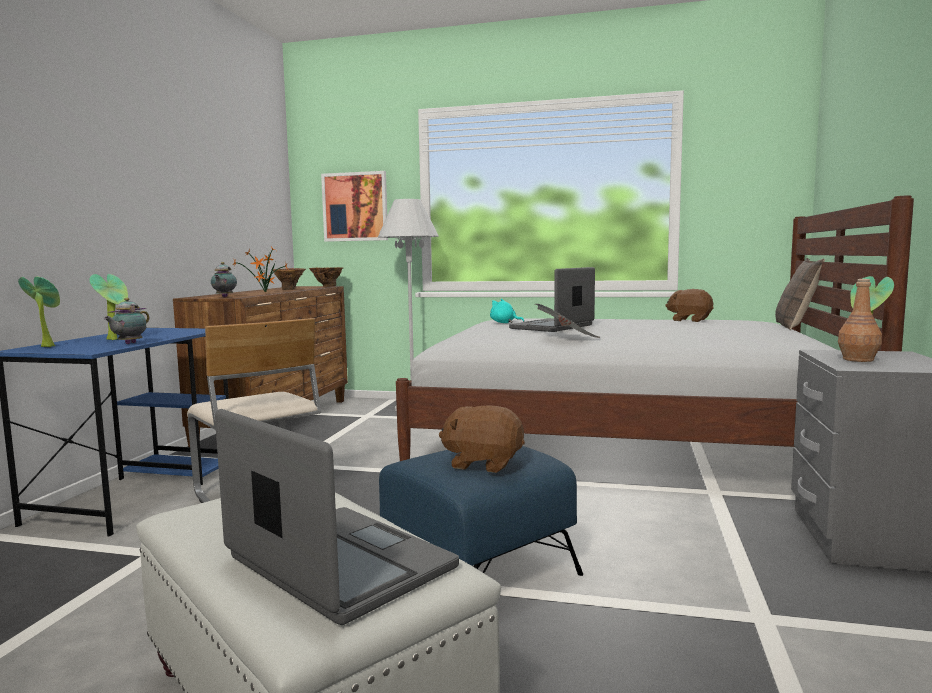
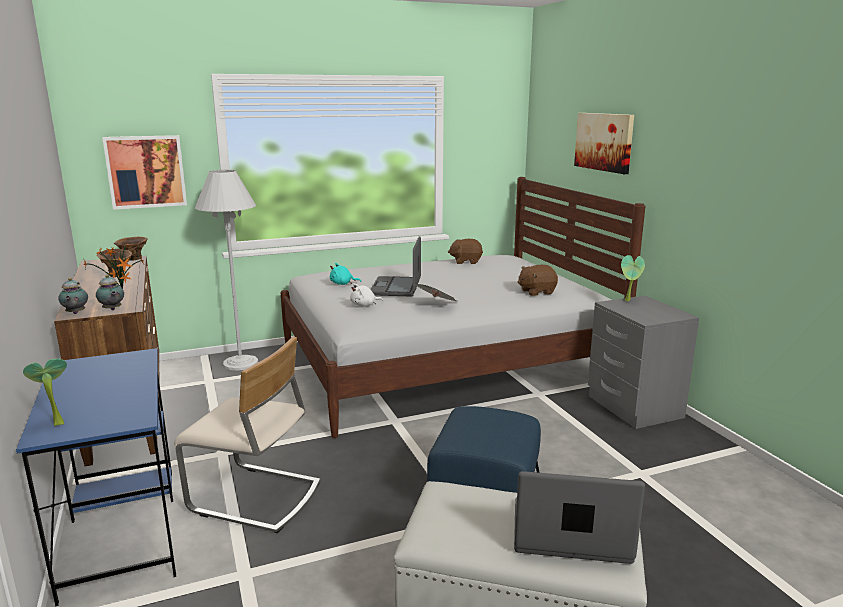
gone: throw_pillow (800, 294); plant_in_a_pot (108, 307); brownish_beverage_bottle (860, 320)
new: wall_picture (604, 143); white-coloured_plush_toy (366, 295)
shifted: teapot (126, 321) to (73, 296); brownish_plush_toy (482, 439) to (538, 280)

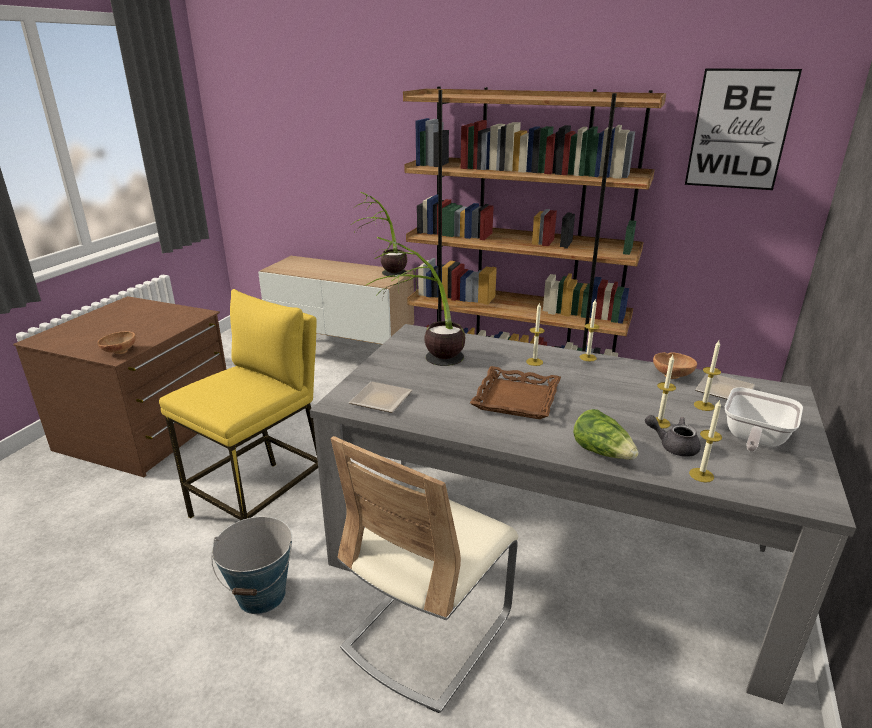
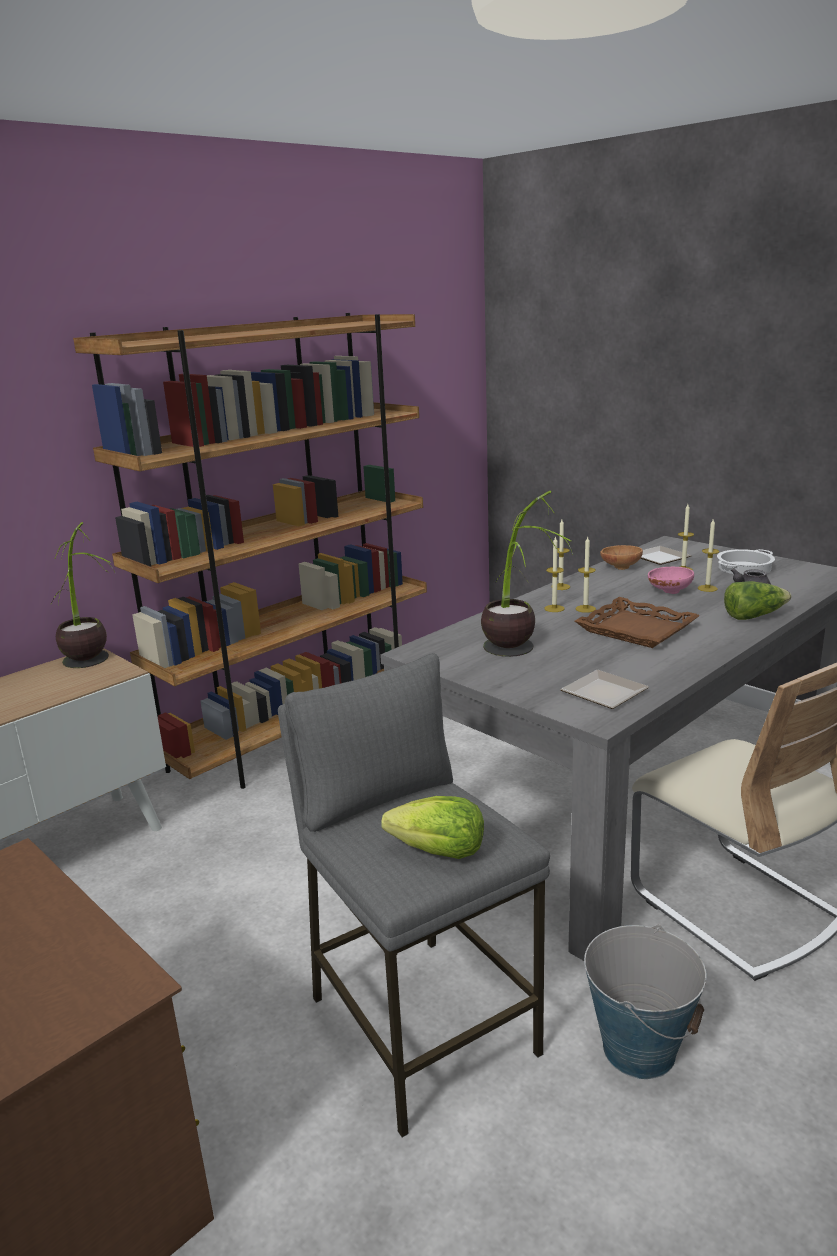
gone: wall_picture (743, 129); brownish_bowl (117, 342)
new: pinkish_bowl (671, 580); lettuce_head (432, 827)
shifted: candle (705, 441) to (586, 575)
swapped: frying_pan (764, 419) to cooking_pot (746, 562)
repainted: yellow_stool (238, 404) to grey_stool (414, 895)

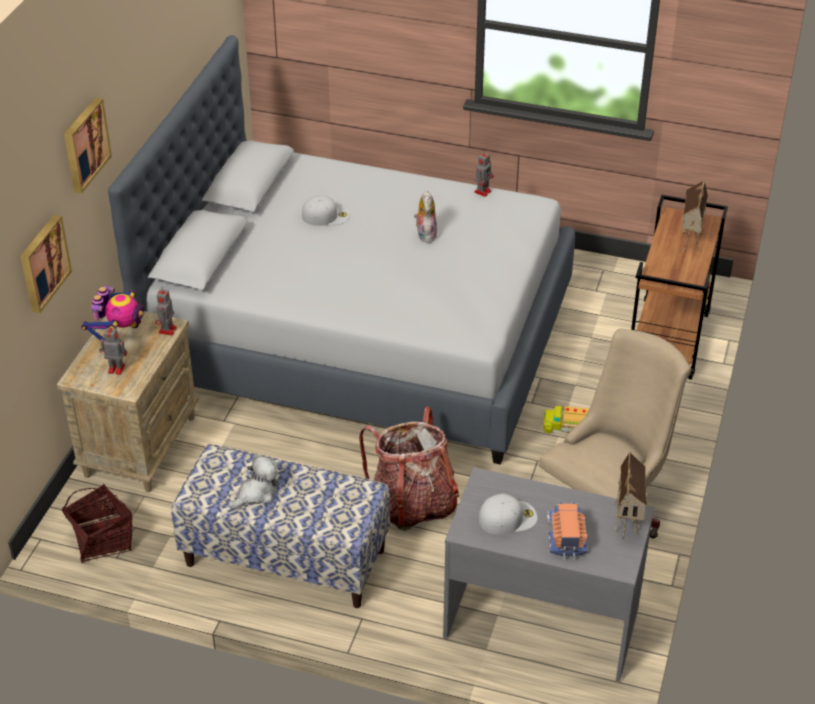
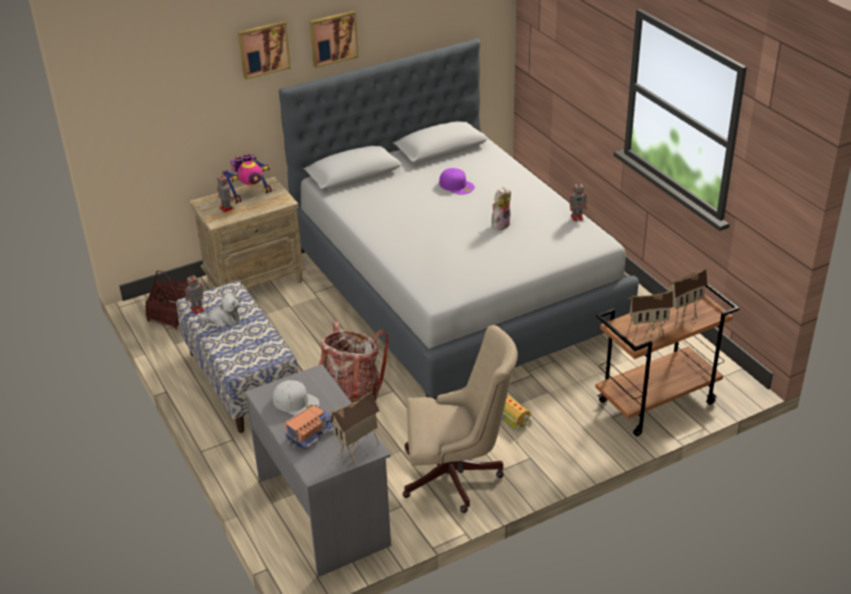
new: model_house (649, 317)
shifted: wall_picture (46, 264) to (334, 39); model_robot (166, 311) to (195, 293)
repainted: white-coloured_cap (326, 210) to purple_cap (457, 181)

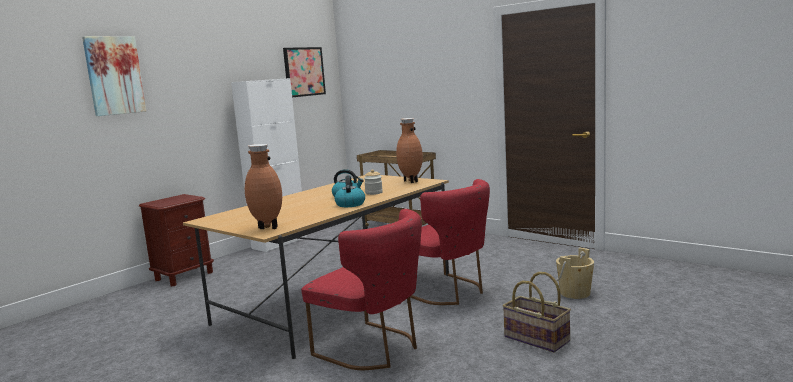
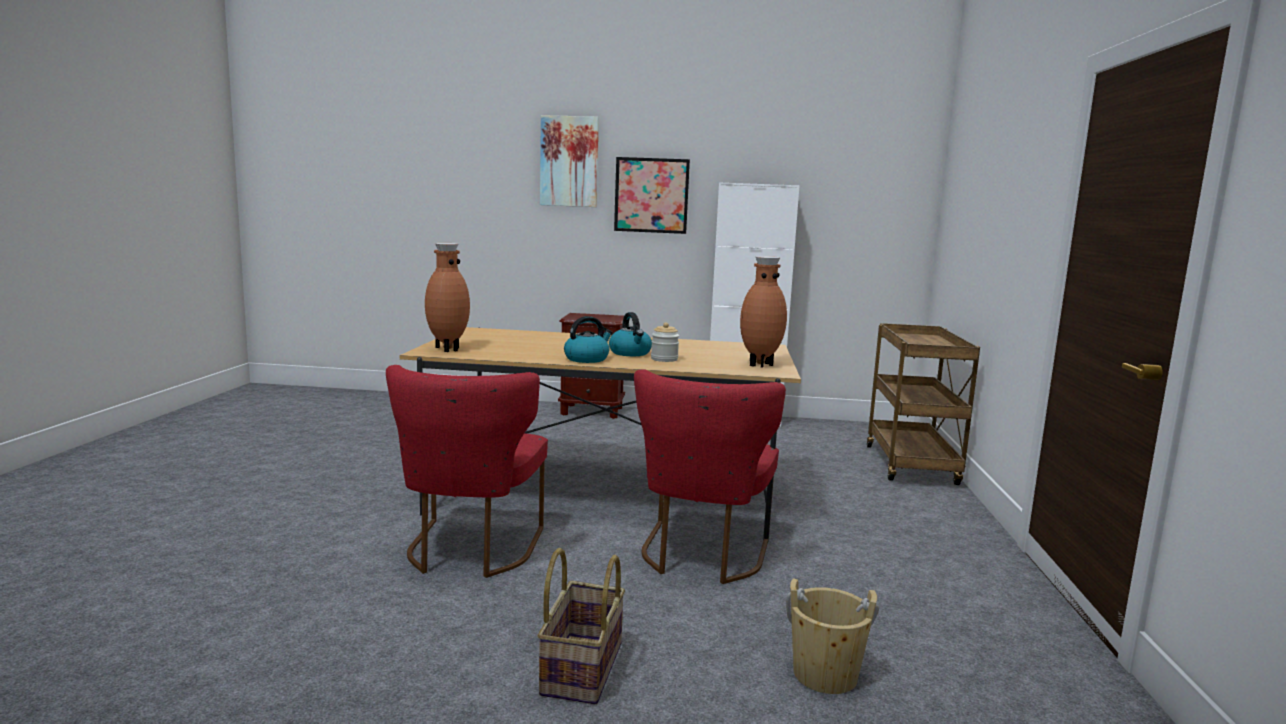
shifted: wall_picture (304, 72) to (652, 195)

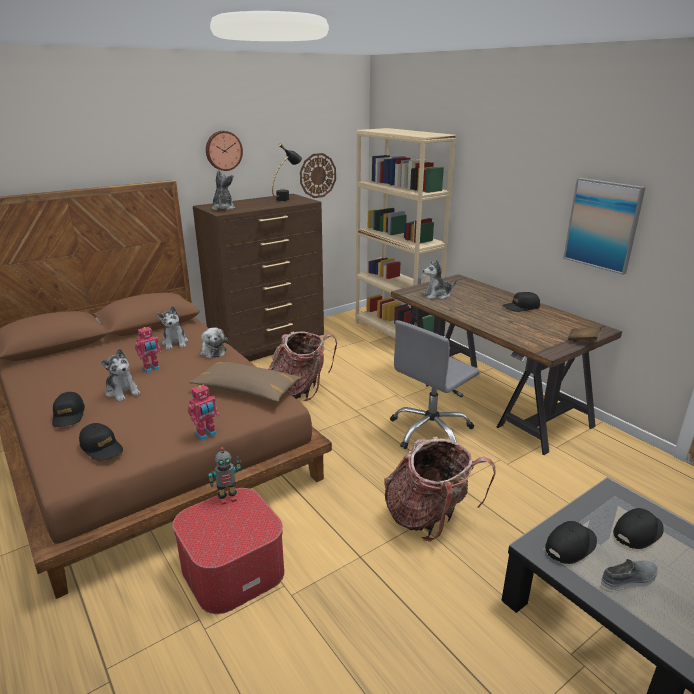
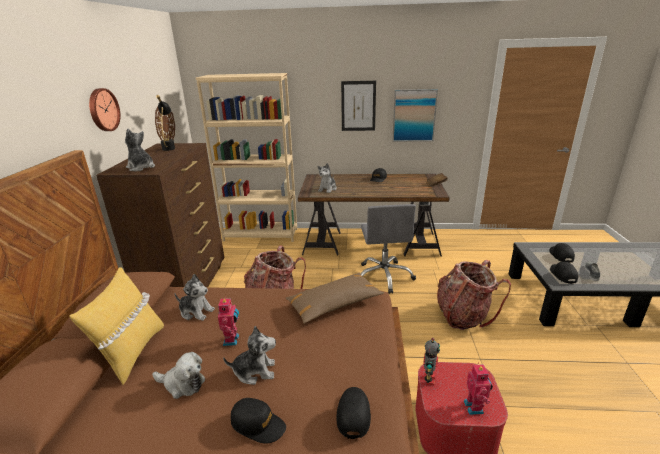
new: wall_picture (358, 106); yellow_throw_pillow (116, 326)
shifted: plush_toy (214, 343) to (178, 375); model_robot (204, 412) to (478, 388)
rotated: black_cap (101, 442) = (353, 413) 75 degrees counterclockwise

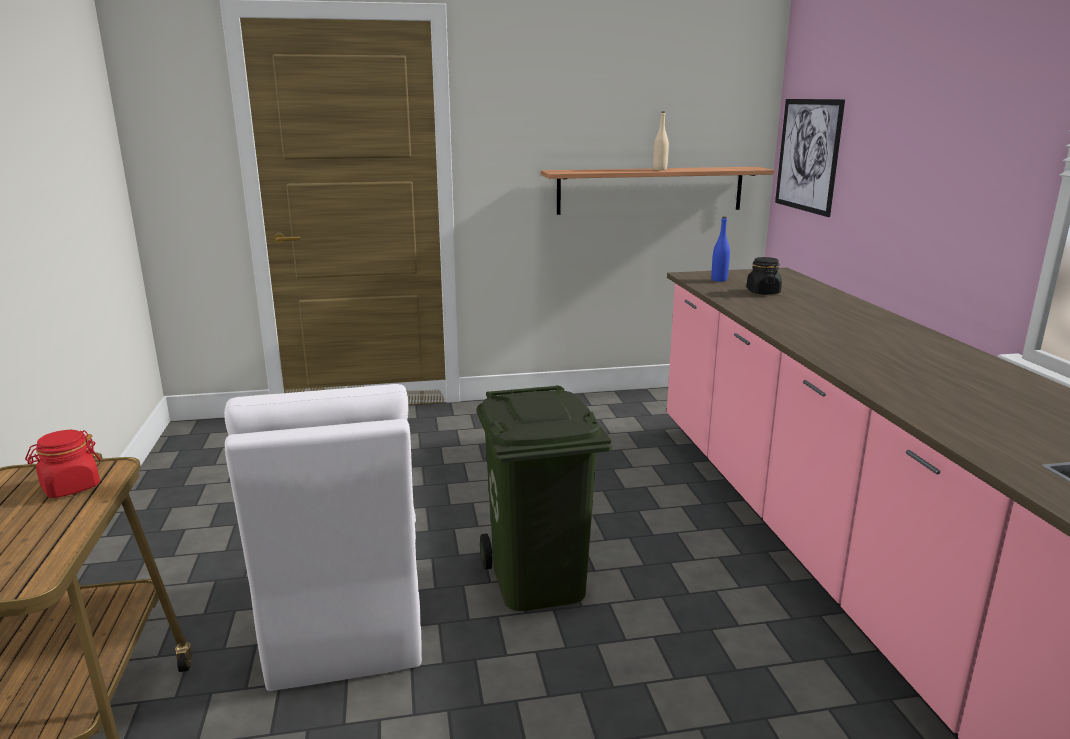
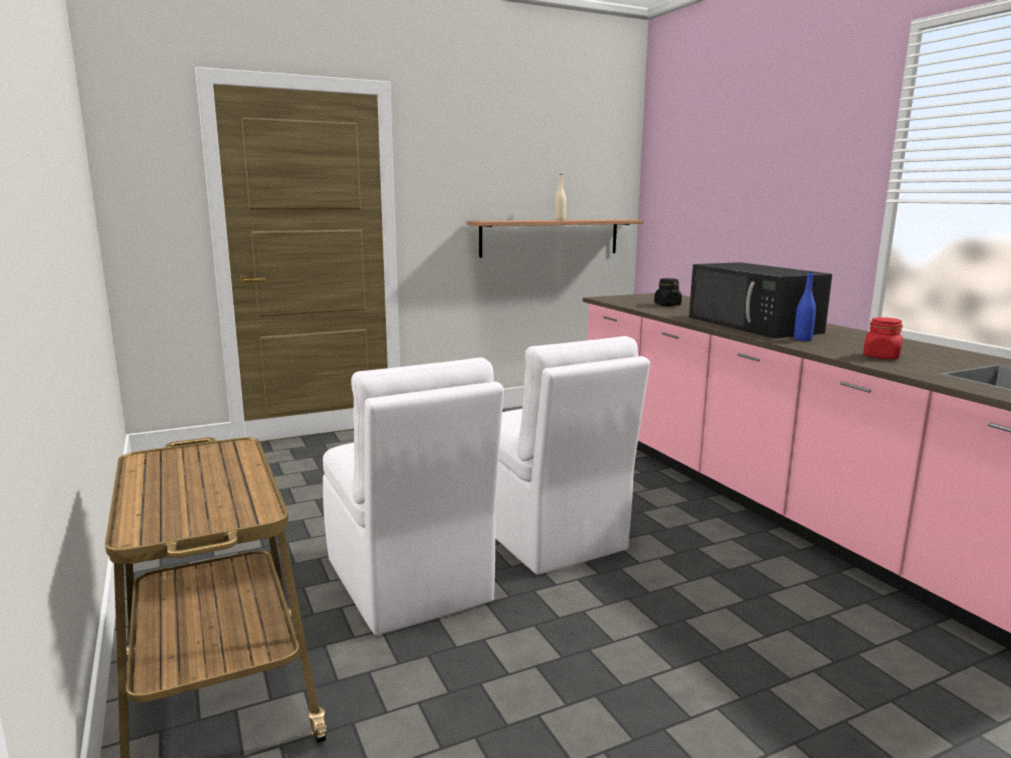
gone: wall_picture (810, 158)
new: black_microwave (760, 300)
shifted: blue_beverage_bottle (720, 249) to (805, 306); reddish_preserve_jar (63, 464) to (883, 338)
swapped: green-coloured_trash_can (544, 498) to white-coloured_chair (572, 455)

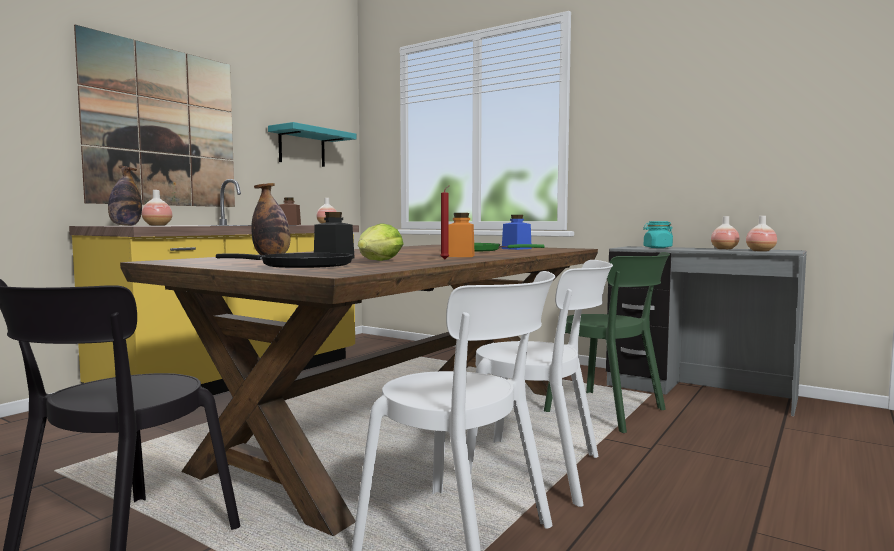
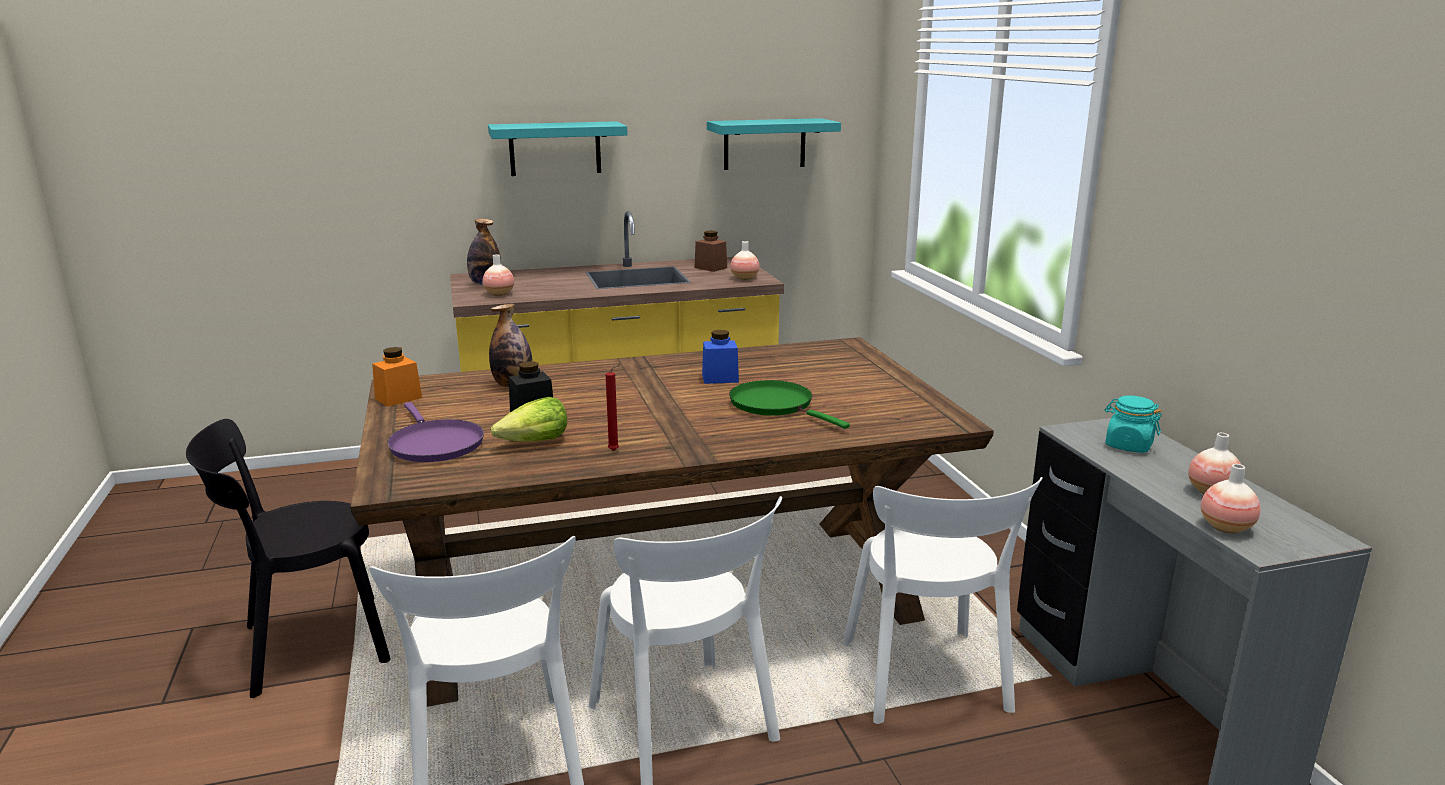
shifted: orangey_preserve_jar (461, 235) to (397, 377); blue_preserve_jar (517, 232) to (720, 357)
swapped: wall_picture (154, 116) to turquoise_wall_shelf (558, 148)
repainted: green-coloured_chair (607, 342) to white-coloured_chair (943, 600); black_frying_pan (284, 260) to purple_frying_pan (435, 432)

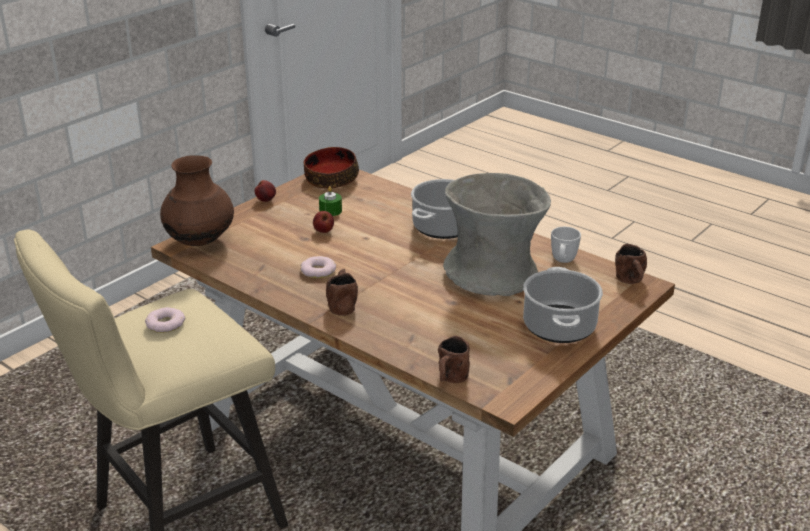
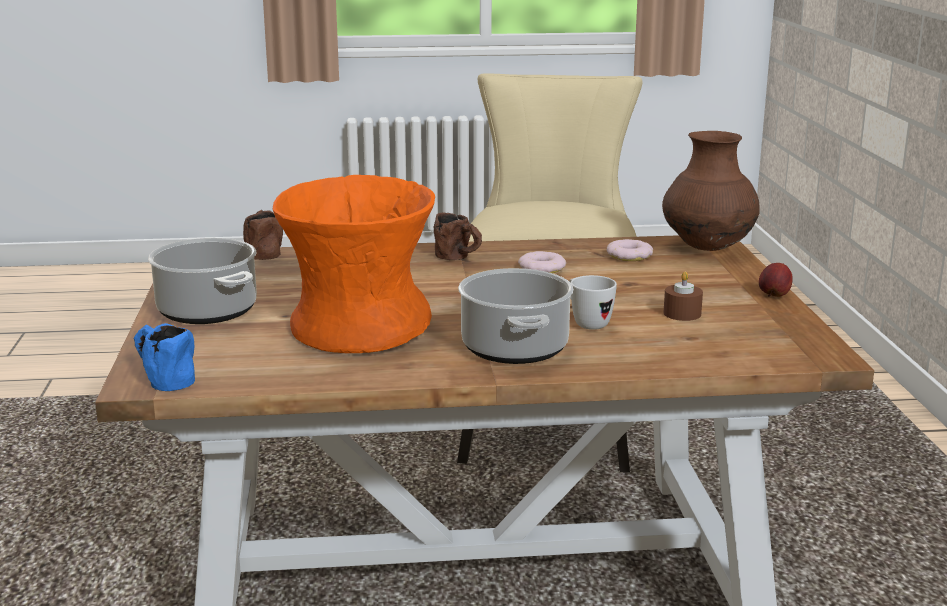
gone: bowl (331, 168); apple_fruit (323, 222)
shifted: white-coloured_mug (566, 245) to (593, 302); donut (165, 320) to (630, 250)
repainted: grey_vase (497, 234) to orangey_vase (354, 264); green-coloured_candle (330, 201) to brownish_candle (683, 296); brownish_mug (631, 264) to blue_mug (164, 357)

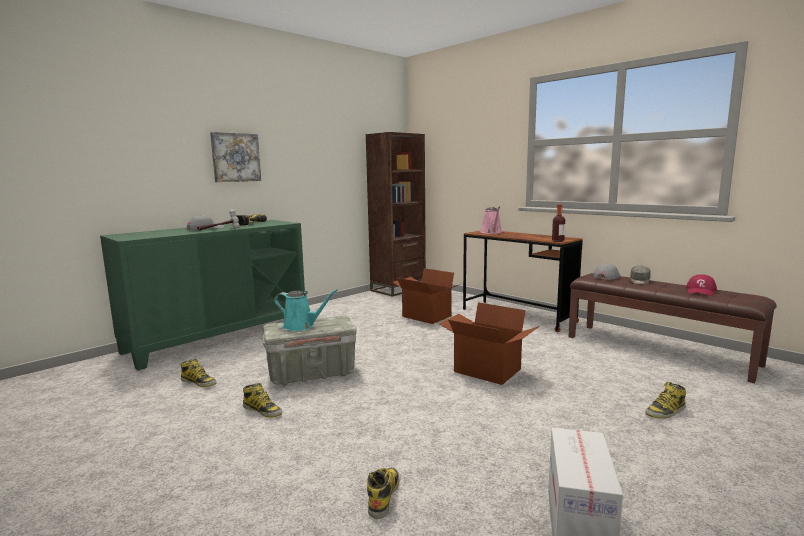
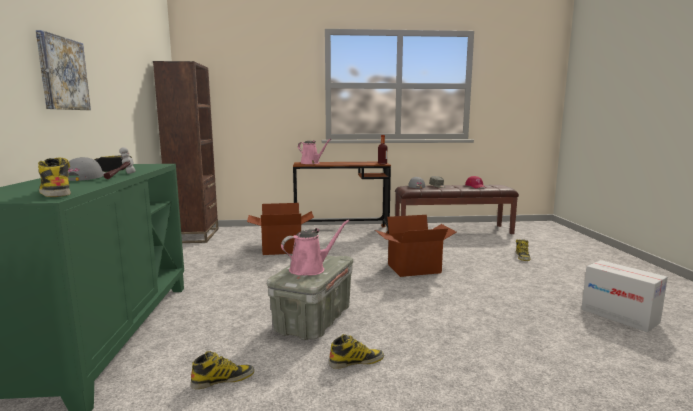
shifted: tall_boot (383, 493) to (54, 177)
repainted: turquoise_watering_pot (306, 310) to pinkish_watering_pot (315, 247)

